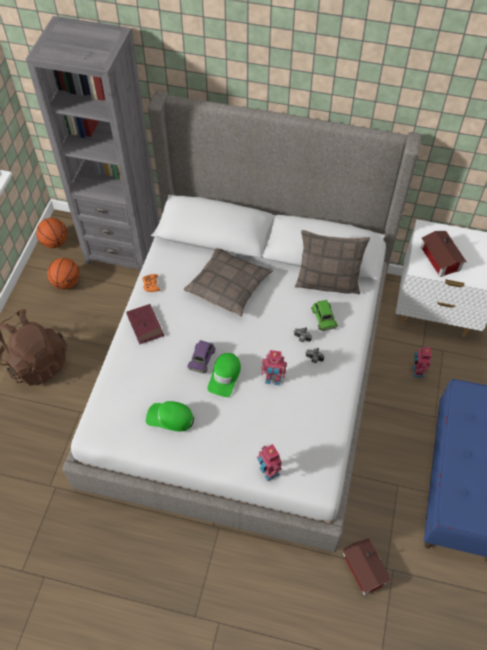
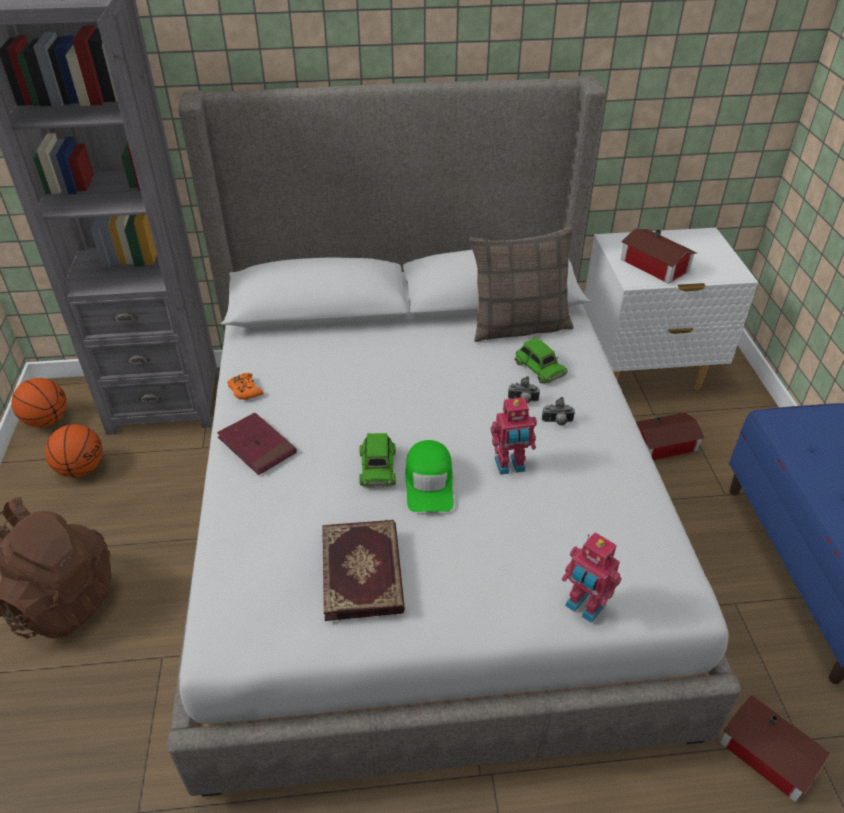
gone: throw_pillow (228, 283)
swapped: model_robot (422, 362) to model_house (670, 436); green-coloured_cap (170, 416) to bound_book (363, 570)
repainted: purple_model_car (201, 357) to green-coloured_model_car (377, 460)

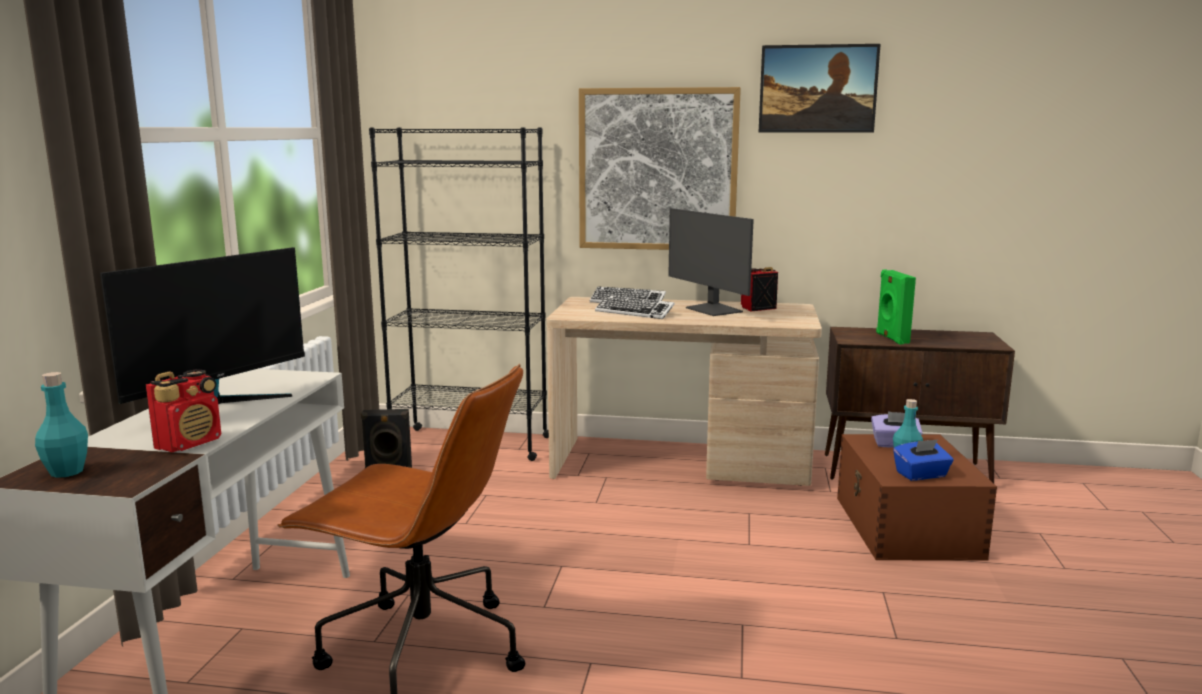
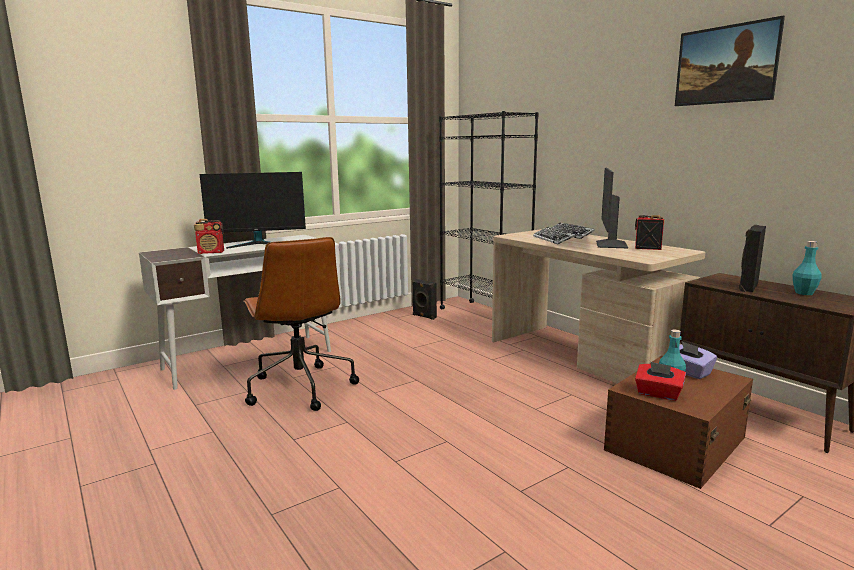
gone: wall_picture (660, 168)
shifted: turquoise_beverage_bottle (61, 425) to (807, 268)
repainted: green-coloured_speaker (896, 307) to black_speaker (752, 258); blue_tissue_holder (923, 460) to reddish_tissue_holder (660, 381)

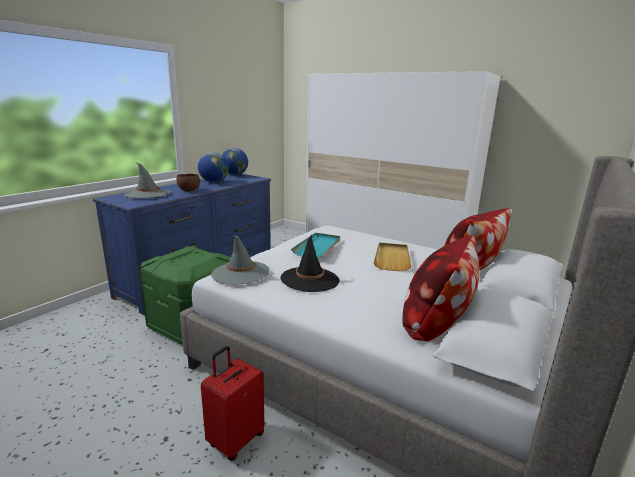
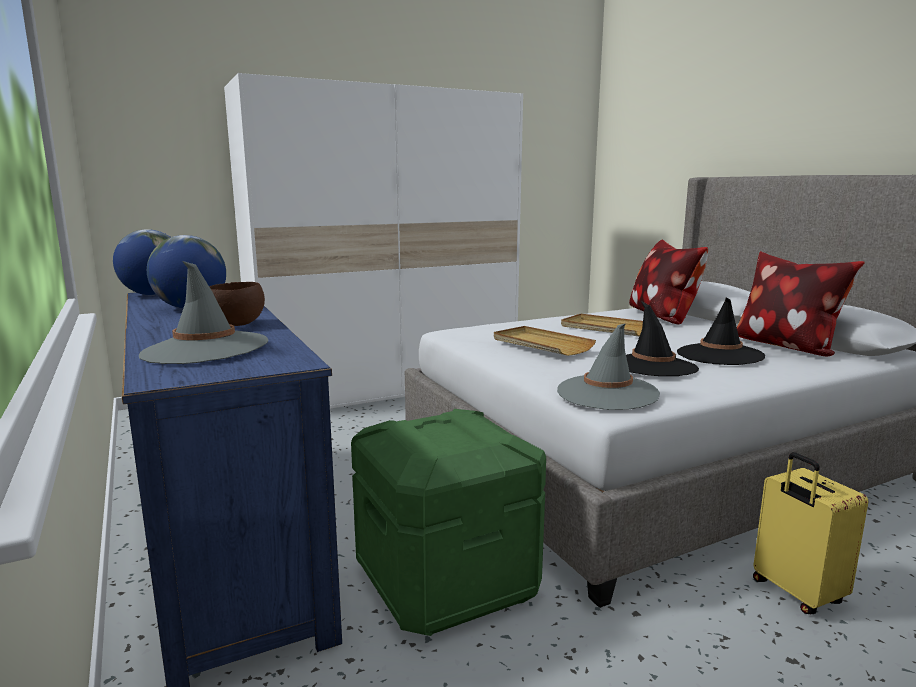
new: black_hat (721, 331)
repainted: turquoise_tray (315, 245) to sand-coloured_tray (545, 341); reddish_travel_case (232, 403) to yellow_travel_case (810, 533)

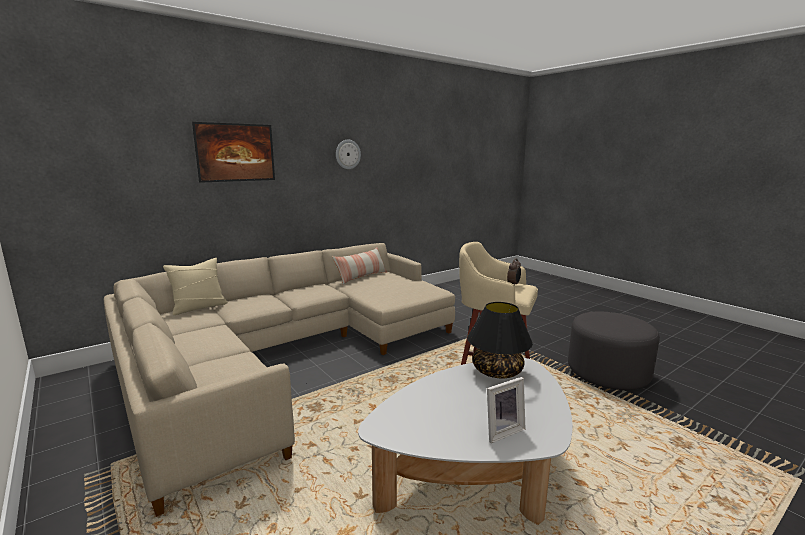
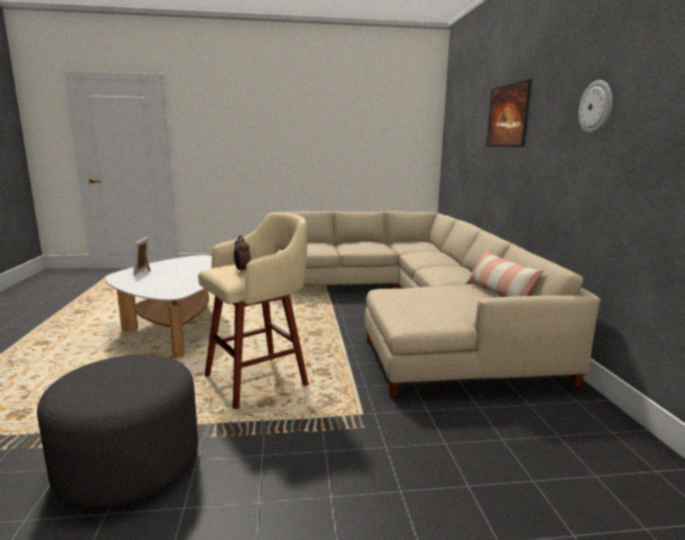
gone: sand-coloured_throw_pillow (195, 286); black_tabletop_lamp (500, 340)

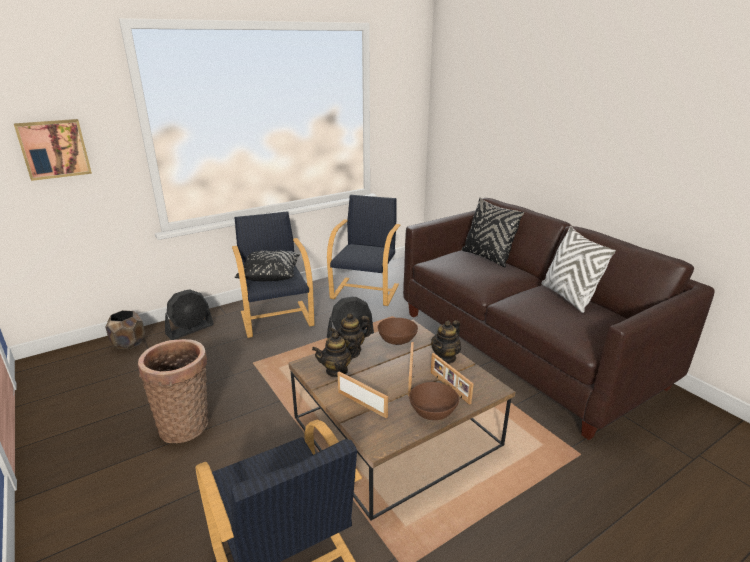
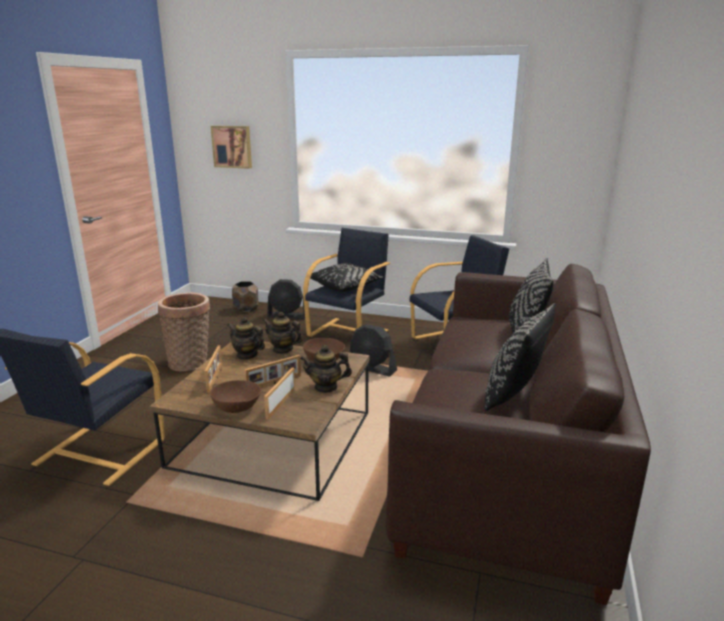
repainted: white-coloured_throw_pillow (578, 269) to black_throw_pillow (520, 357)

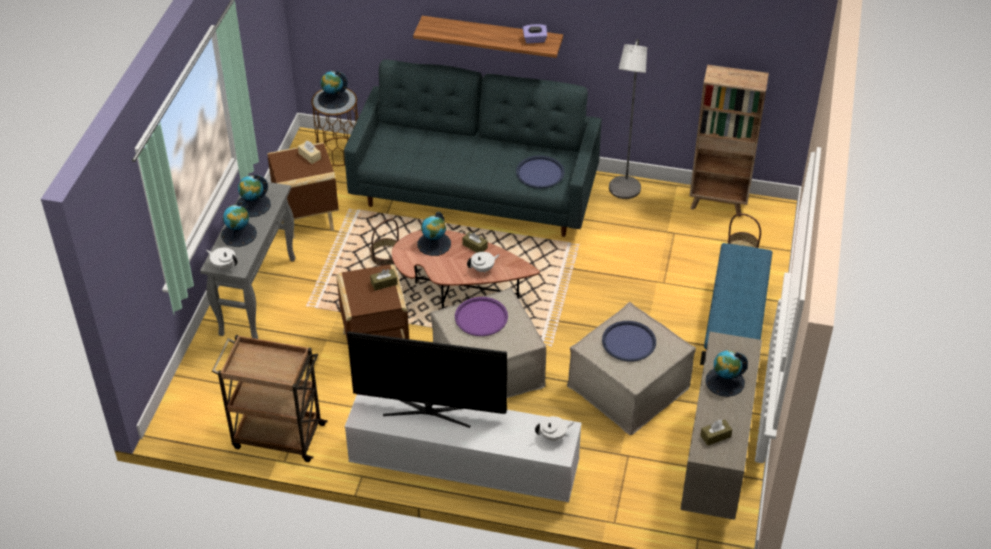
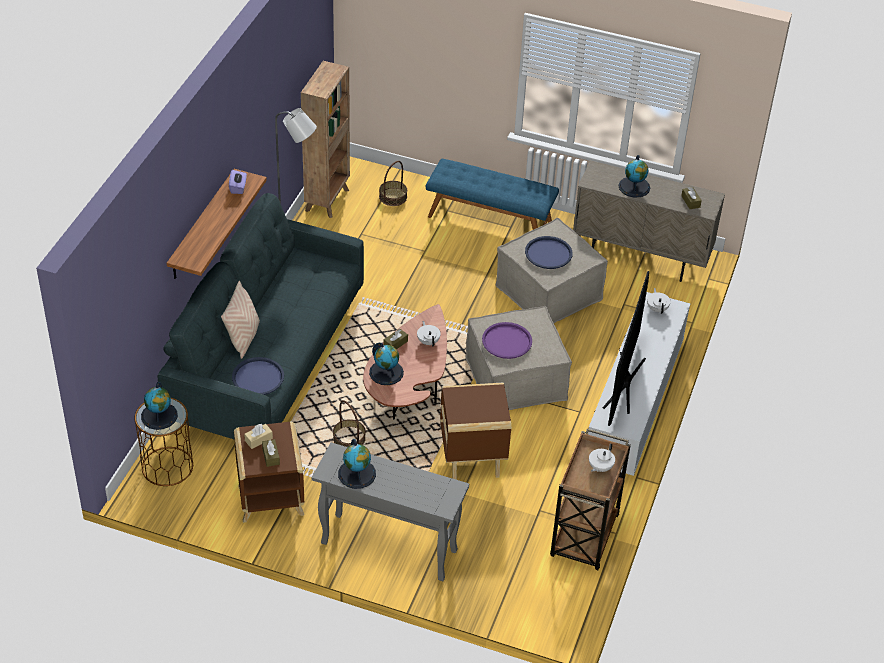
gone: globe (239, 224)
new: sand-coloured_throw_pillow (240, 319)
shifted: blue_tray (540, 172) to (258, 376); white-coloured_teapot (222, 258) to (602, 457); brownish_tissue_holder (384, 280) to (271, 453)

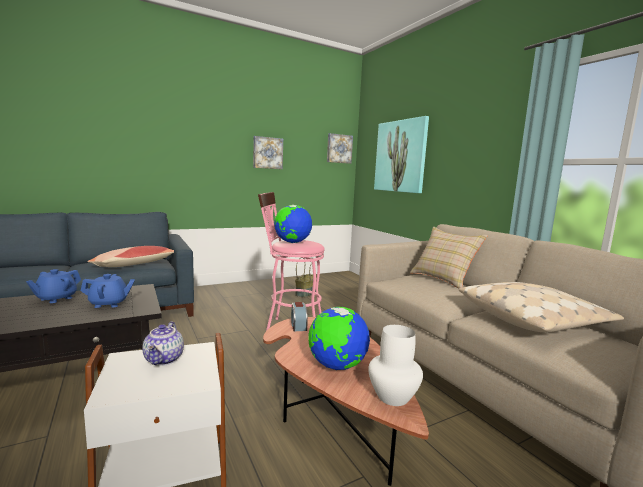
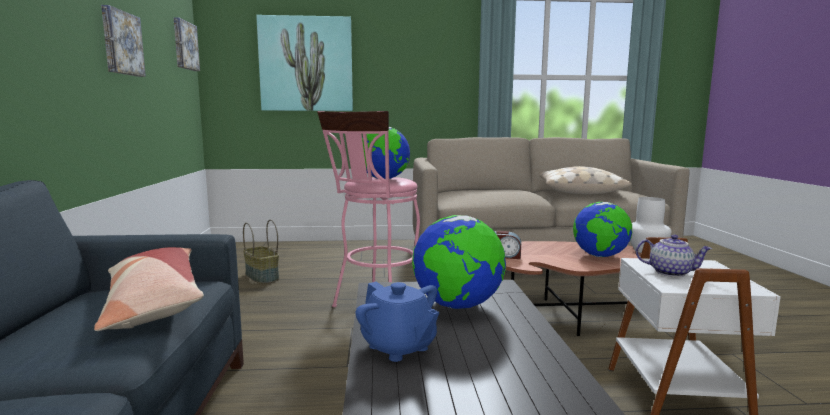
gone: sand-coloured_throw_pillow (449, 257)
swapped: blue_teapot (108, 291) to globe (459, 262)

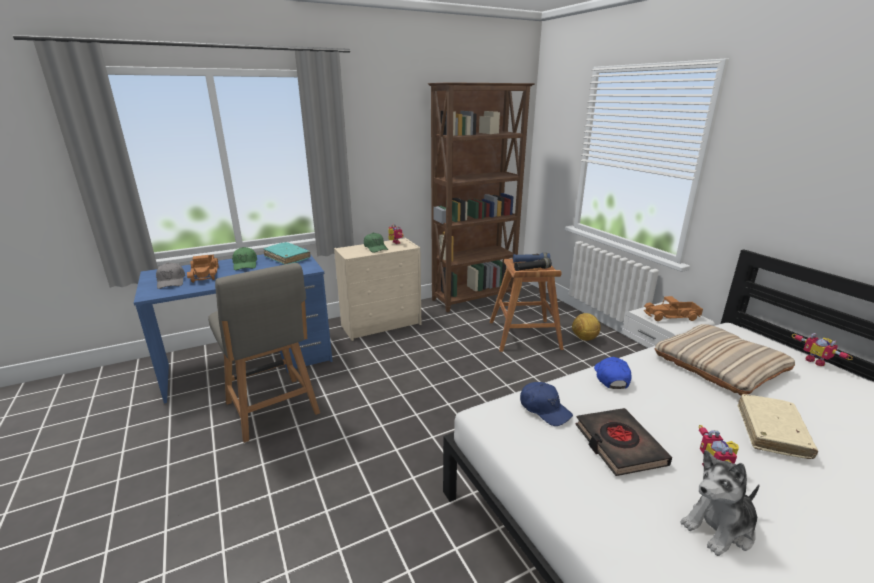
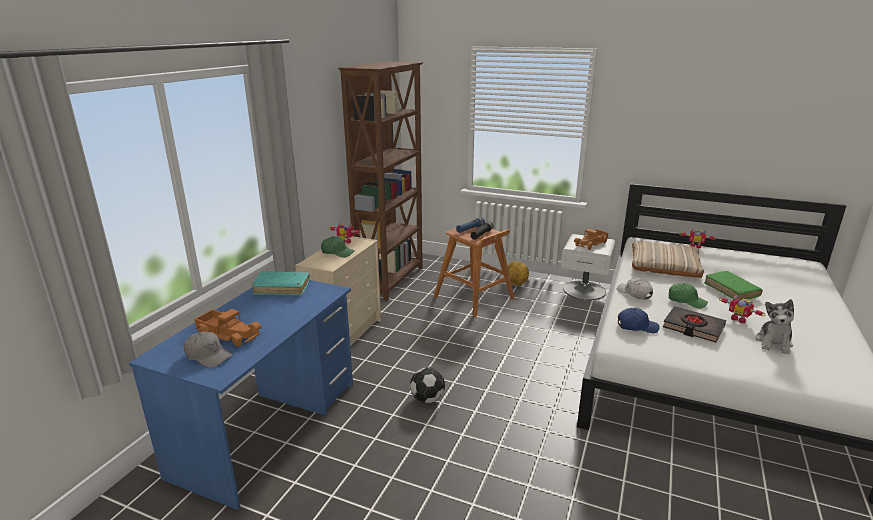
gone: grey_chair (264, 353)
new: ball_for_football (427, 385)
shifted: green-coloured_cap (244, 258) to (688, 296)
repainted: blue_cap (613, 373) to white-coloured_cap (635, 289); sand-coloured_bound_book (778, 426) to green-coloured_bound_book (733, 285)

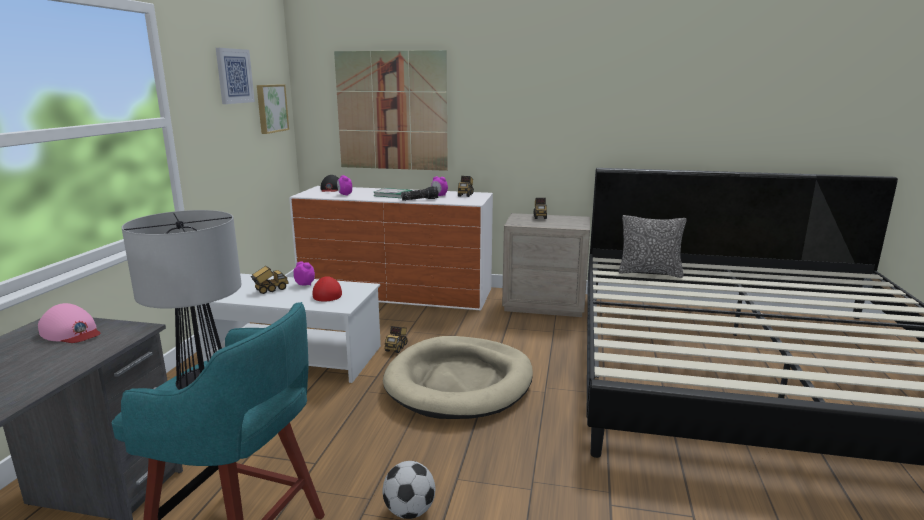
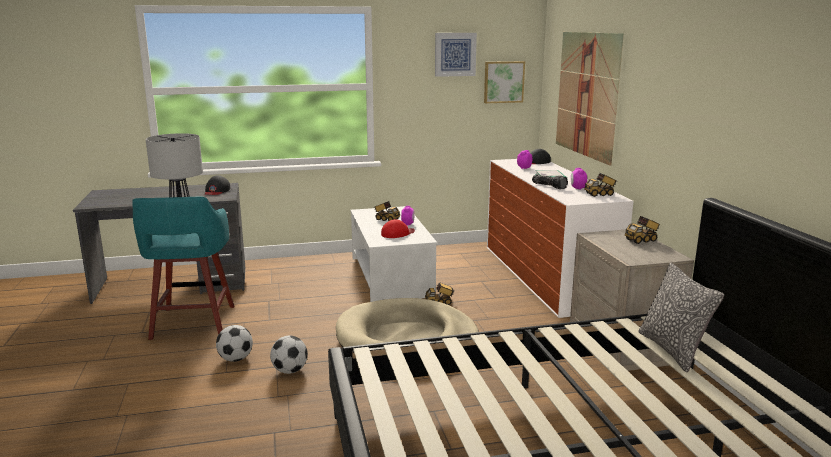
new: ball_for_football (289, 354)
repainted: pinkish_cap (69, 323) to black_cap (217, 185)

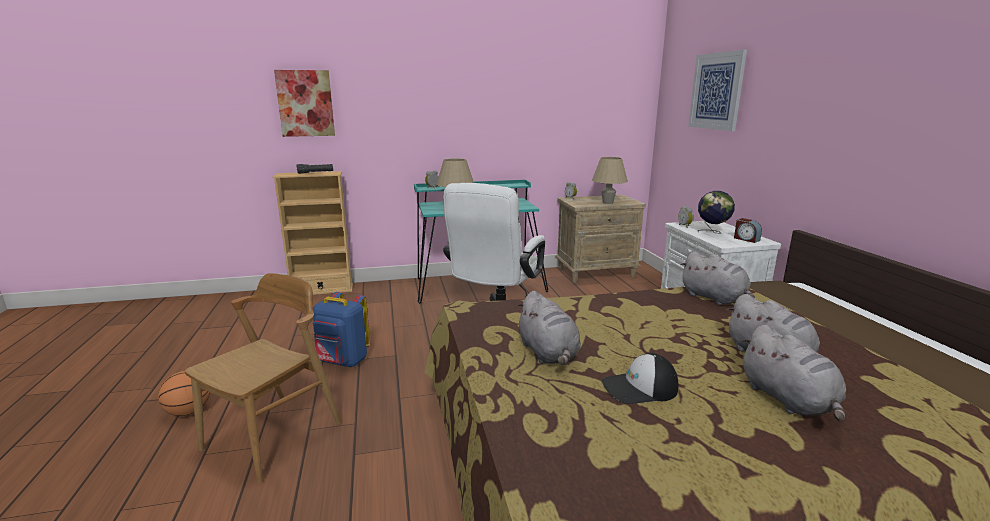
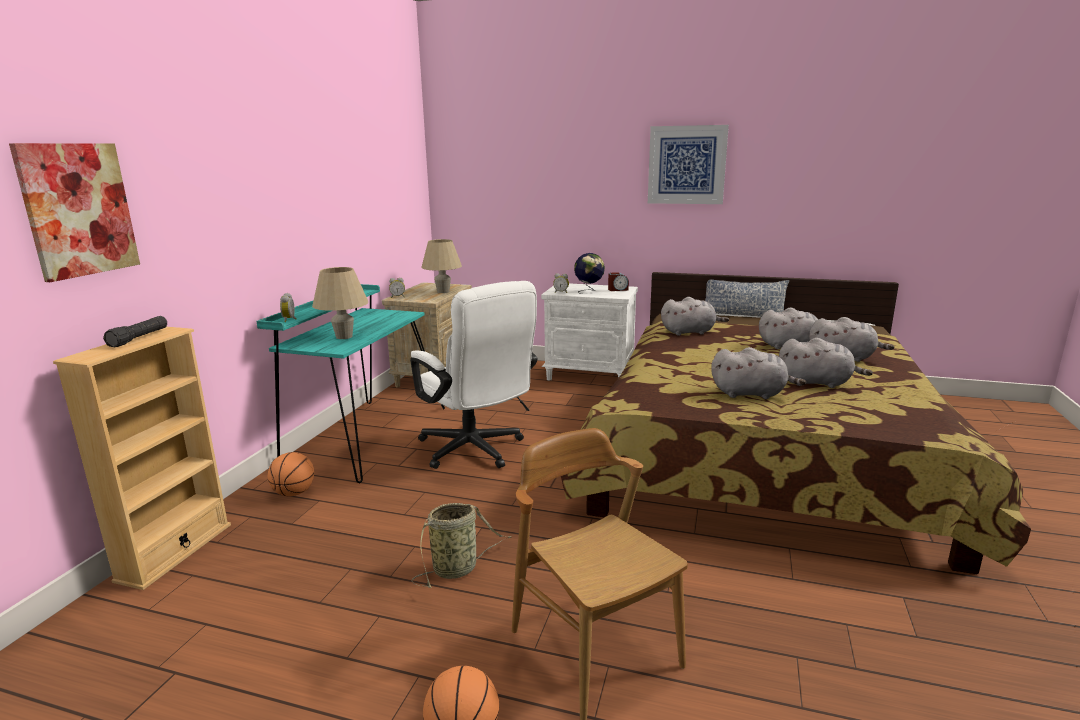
new: throw_pillow (747, 298); basketball (290, 474)
shifted: wall_picture (717, 90) to (688, 164)
swapped: blue_rucksack (341, 329) to basket (461, 545); cap (640, 378) to grey_plush_toy (826, 363)

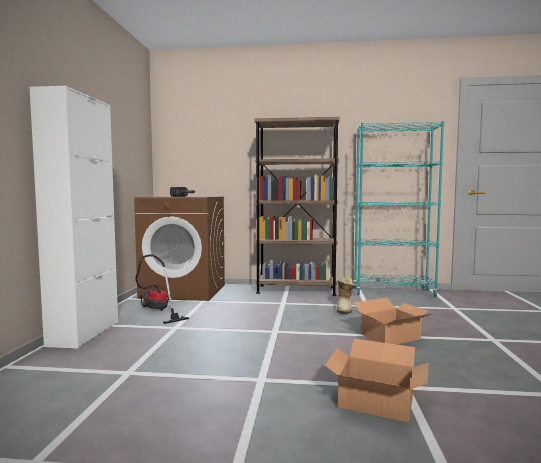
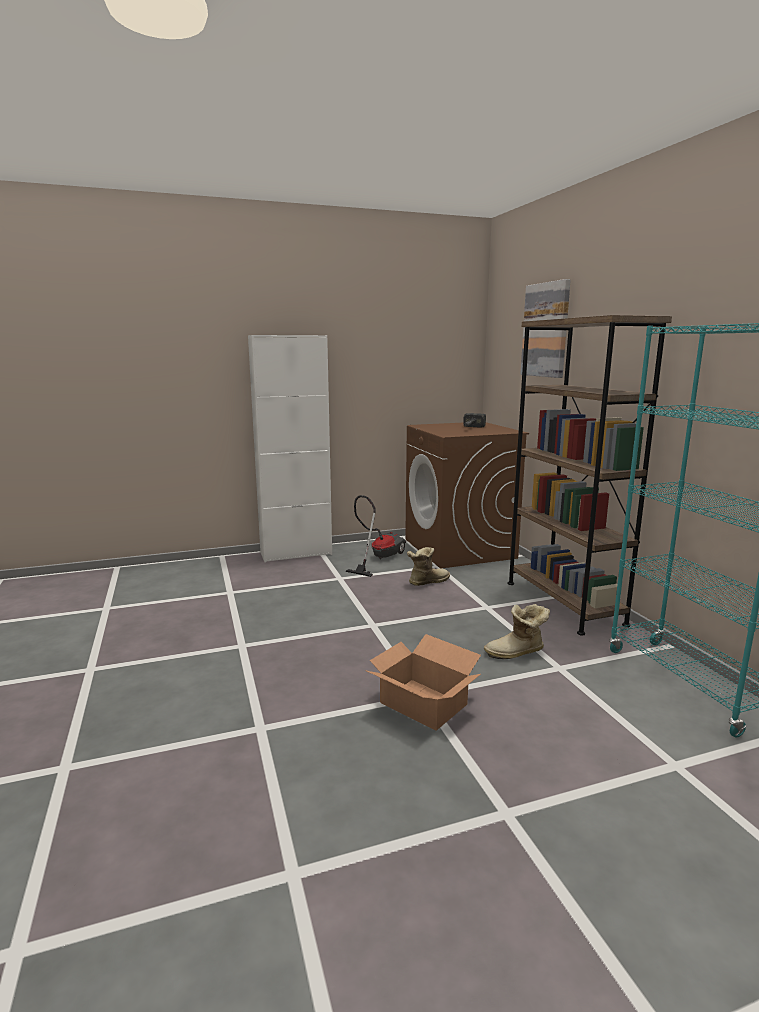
gone: packing_box (377, 380)
new: wall_picture (545, 328); tall_boot (428, 566)

